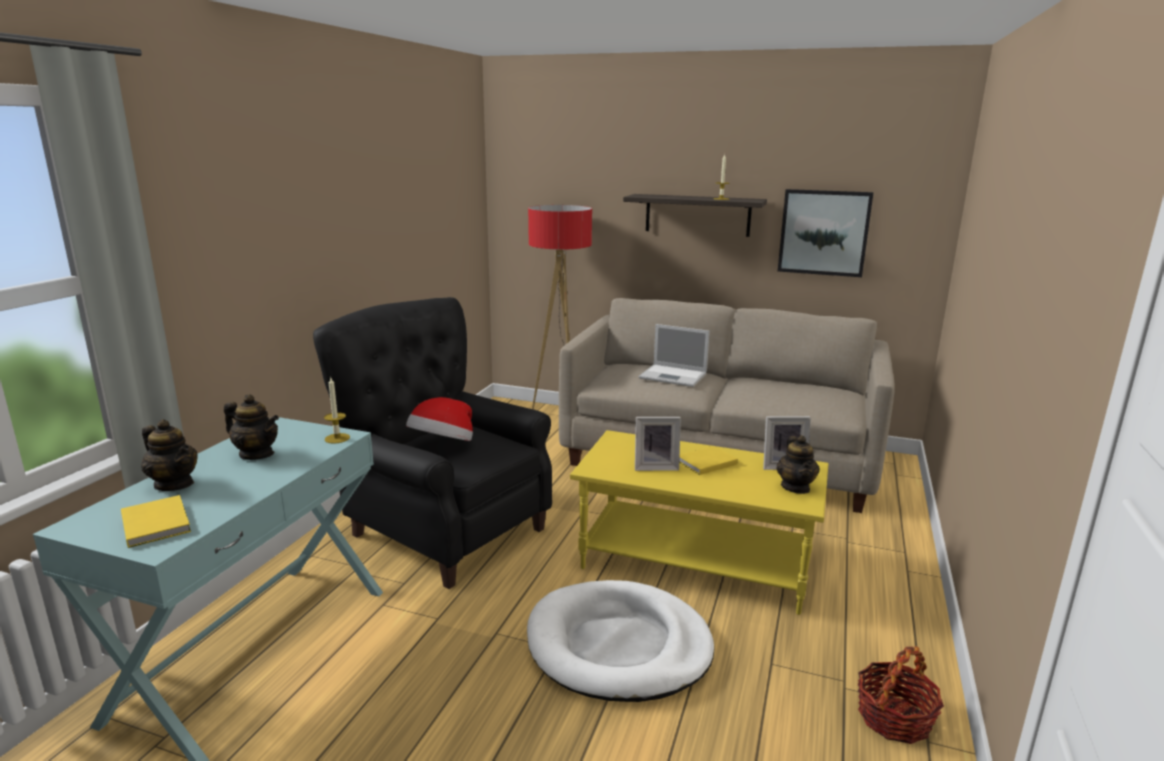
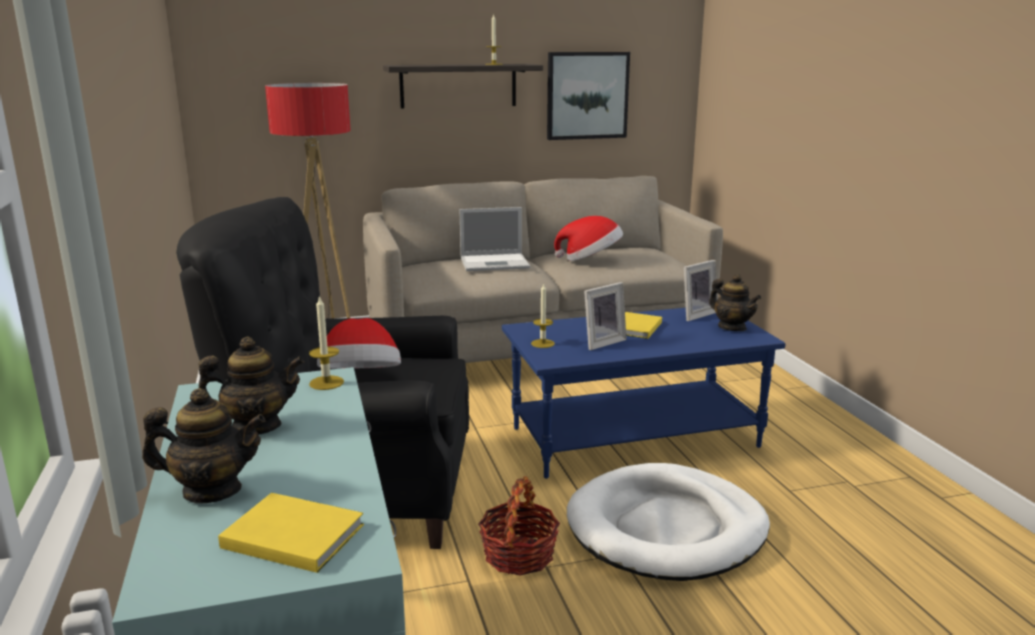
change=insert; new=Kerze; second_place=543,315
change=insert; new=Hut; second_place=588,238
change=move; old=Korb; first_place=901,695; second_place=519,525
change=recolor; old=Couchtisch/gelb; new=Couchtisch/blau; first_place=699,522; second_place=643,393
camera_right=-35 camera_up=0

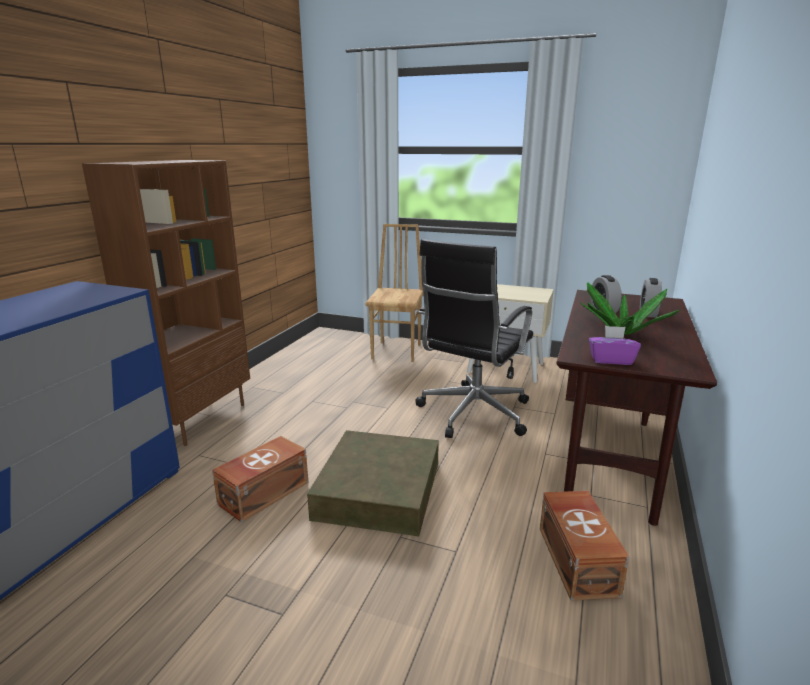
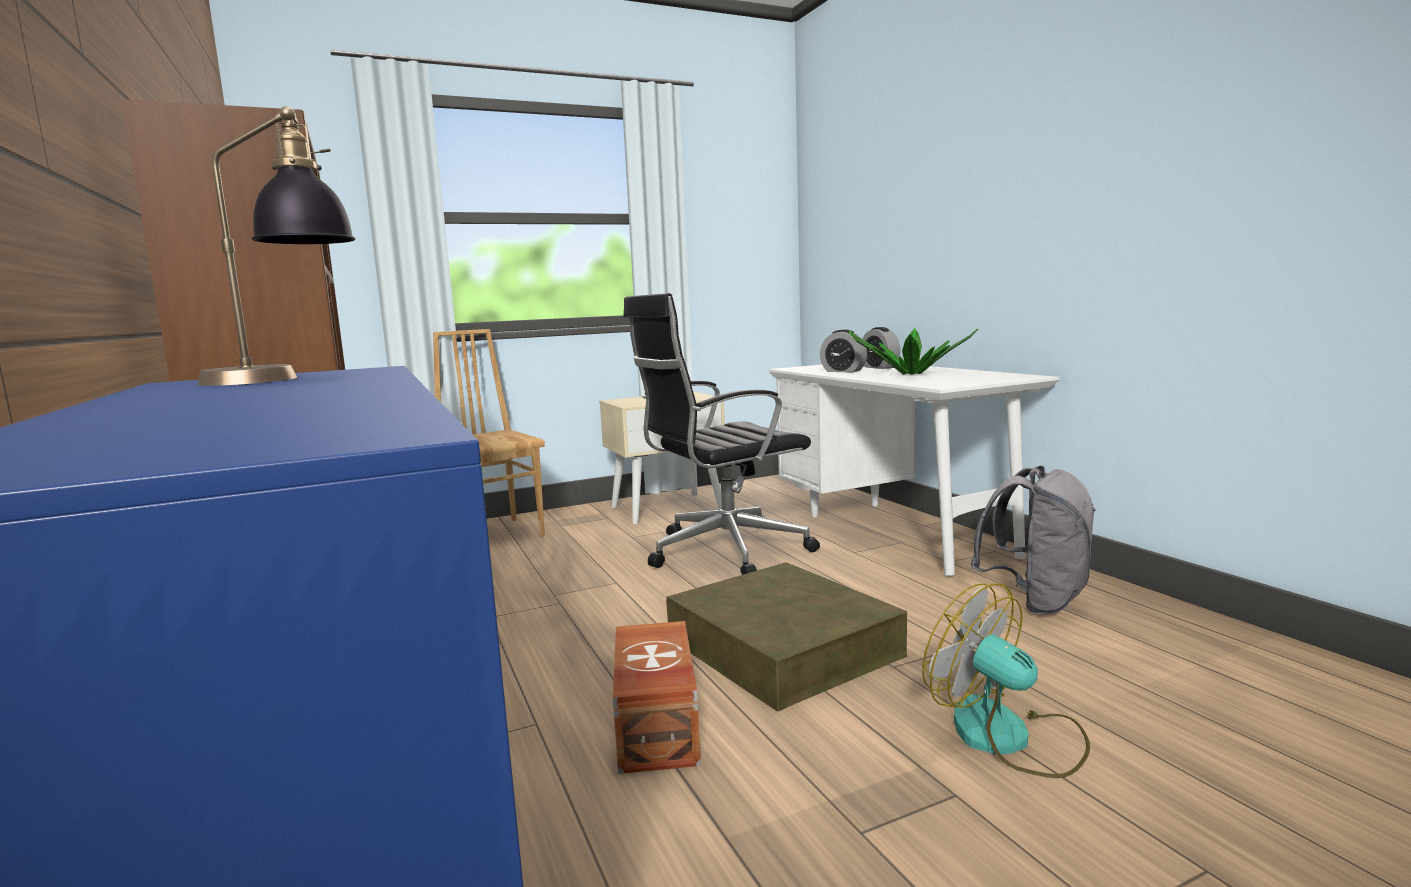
change=delete; old=Taschentuchbox/lila; first_place=615,345
change=insert; new=Tischlampe; second_place=277,246
change=insert; new=Ventilator; second_place=1006,680
change=replace; old=Aufbewahrungsbox/braun; new=Rucksack/grau; first_place=584,545; second_place=1033,539
change=recolor; old=Schreibtisch/braun; new=Schreibtisch/weiß; first_place=636,408; second_place=914,470
change=rotate; old=Bürostuhl/schwarz; first_place=474,338; second_place=721,434; degrees=75
camera_right=-45 camera_up=-10

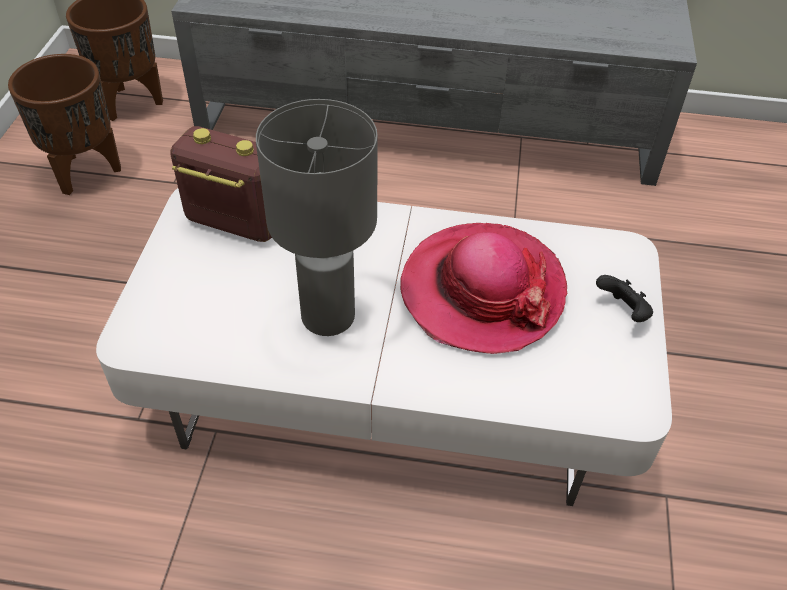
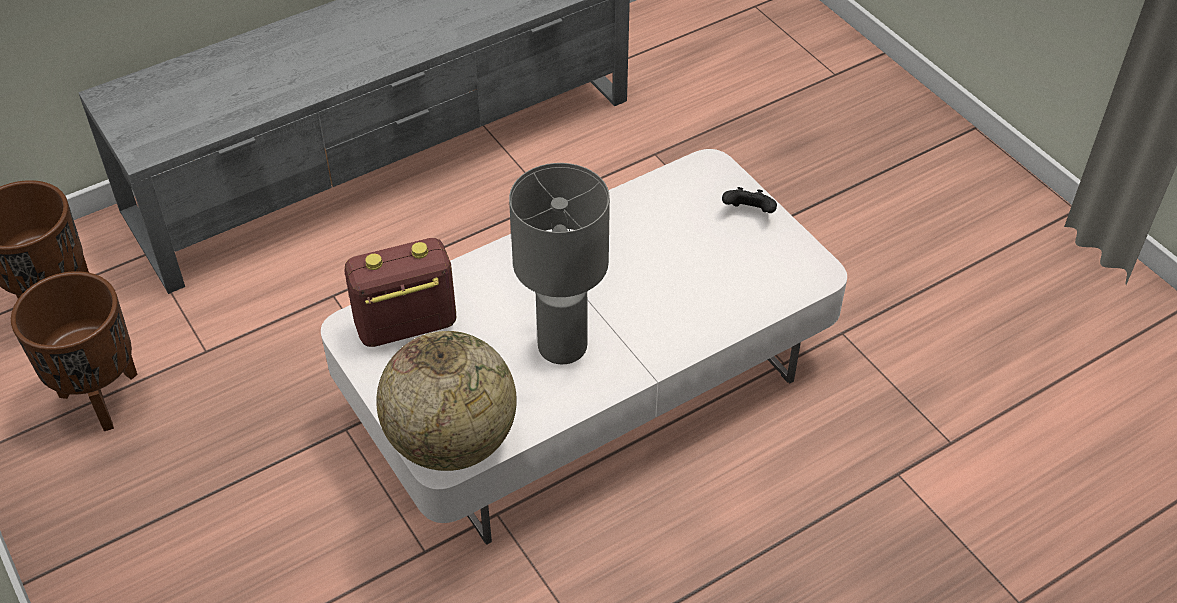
change=delete; old=Hut; first_place=484,288
change=insert; new=Globus; second_place=446,401
camera_right=-40 camera_up=0

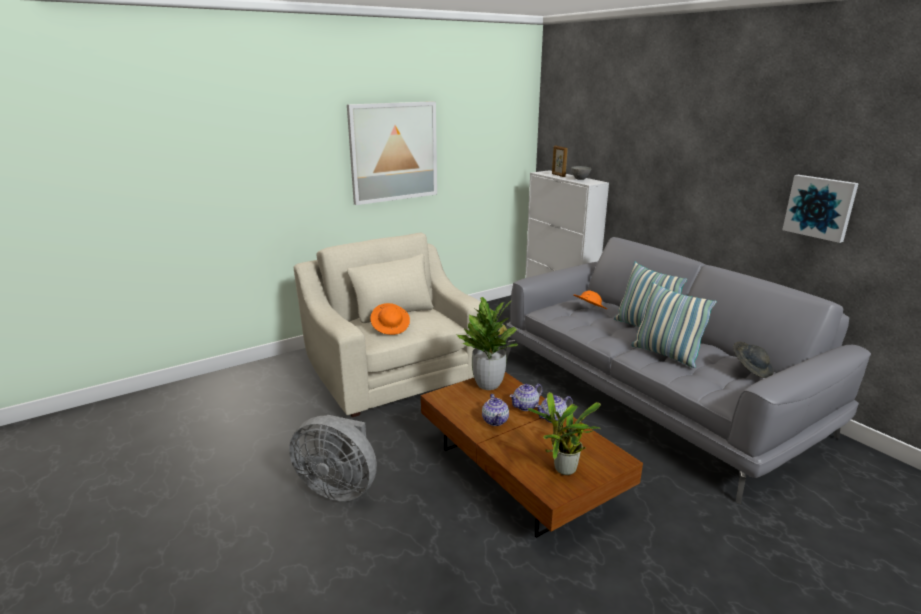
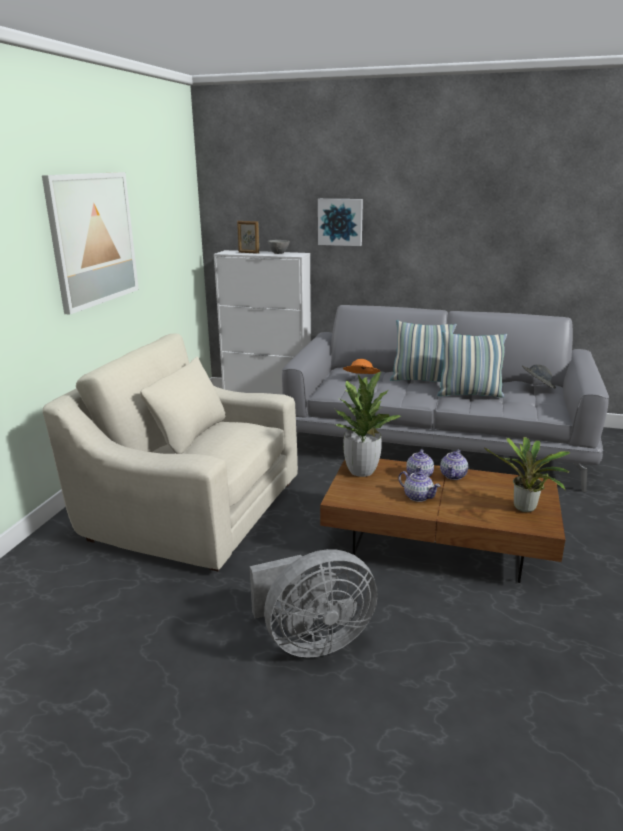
change=delete; old=Hut/orange; first_place=390,319
change=move; old=Bild; first_place=820,209; second_place=340,222
camera_right=-40 camera_up=0

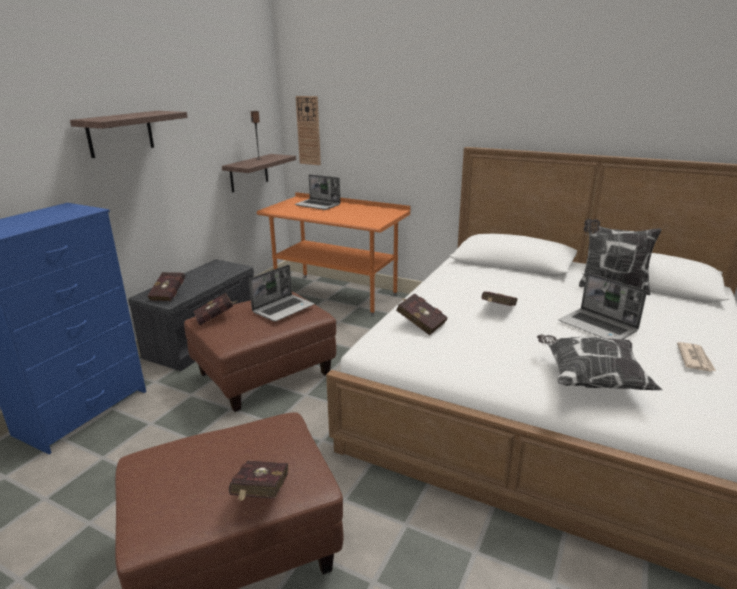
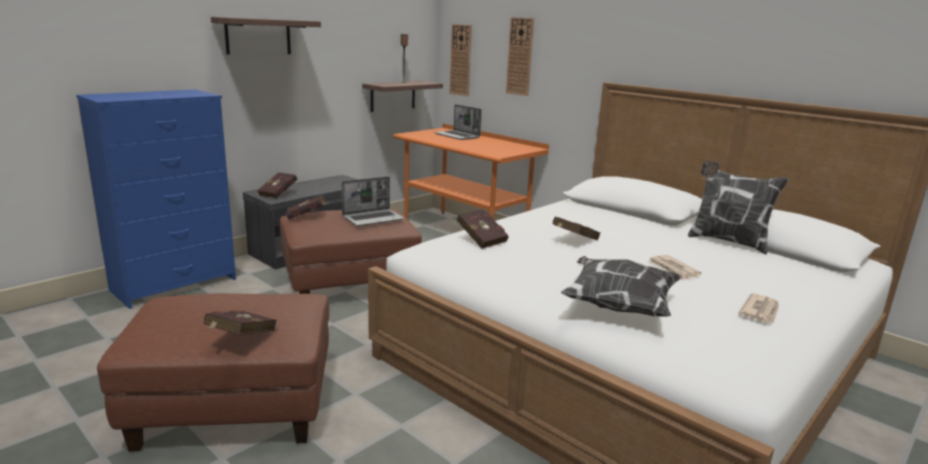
change=insert; new=Wanduhr; second_place=520,56
change=replace; old=Laptop; new=Zeitung; first_place=603,306; second_place=675,268
camera_right=15 camera_up=-5

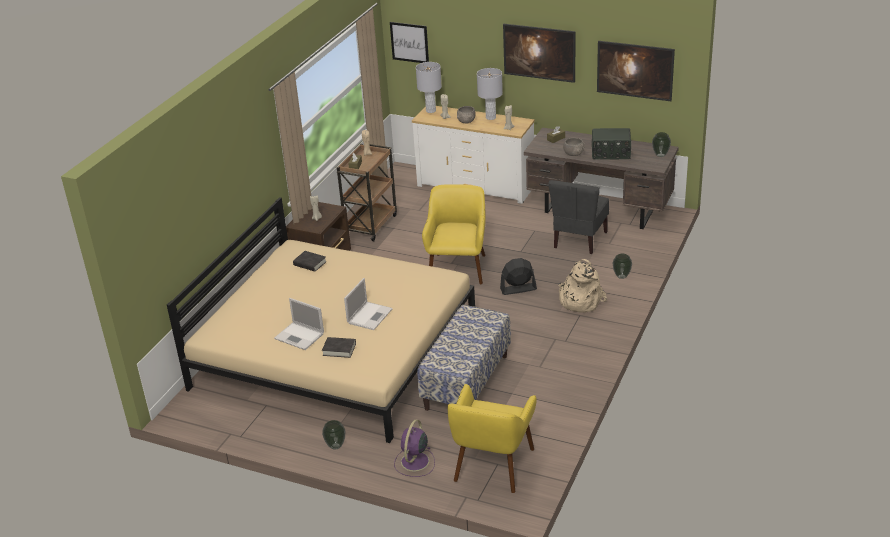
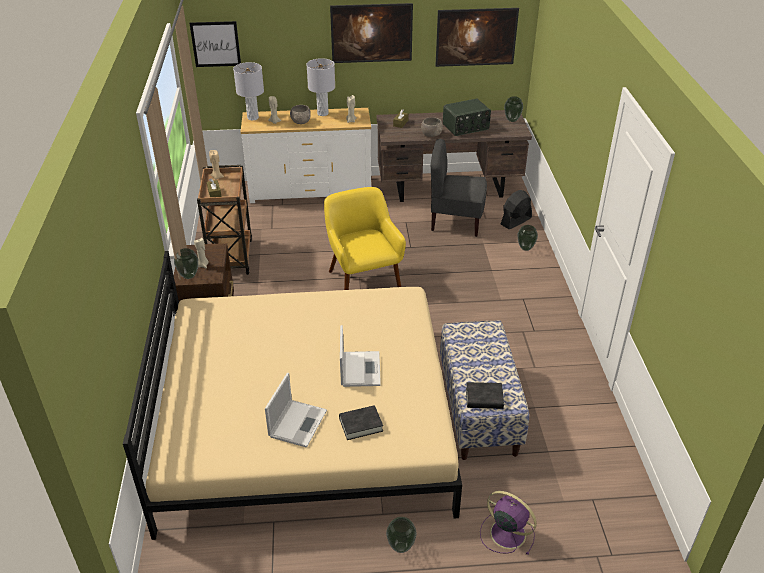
change=delete; old=Sessel/gelb; first_place=492,438
change=delete; old=Rucksack/beige; first_place=582,286
change=insert; new=Vase; second_place=186,263
change=move; old=Buch/schwarz; first_place=310,261; second_place=485,395
change=move; old=Ventilator/schwarz; first_place=518,276; second_place=516,209
change=rotate; old=Laptop; first_place=299,324; second_place=296,410; degrees=-75
change=rotate; old=Ventilator/lila; first_place=414,448; second_place=508,523; degrees=135
change=rotate; old=Stuhl/grau; first_place=578,217; second_place=459,188; degrees=105
camera_right=-30 camera_up=5

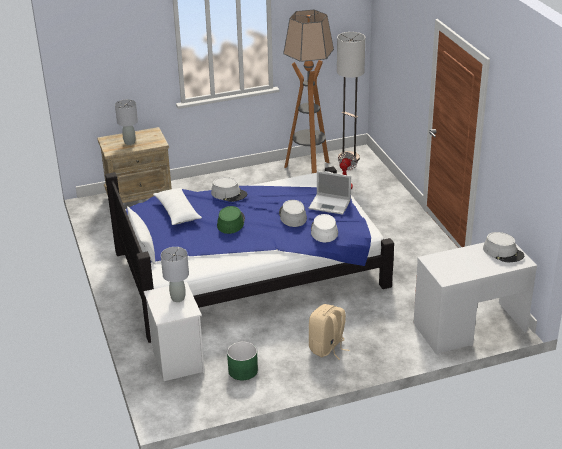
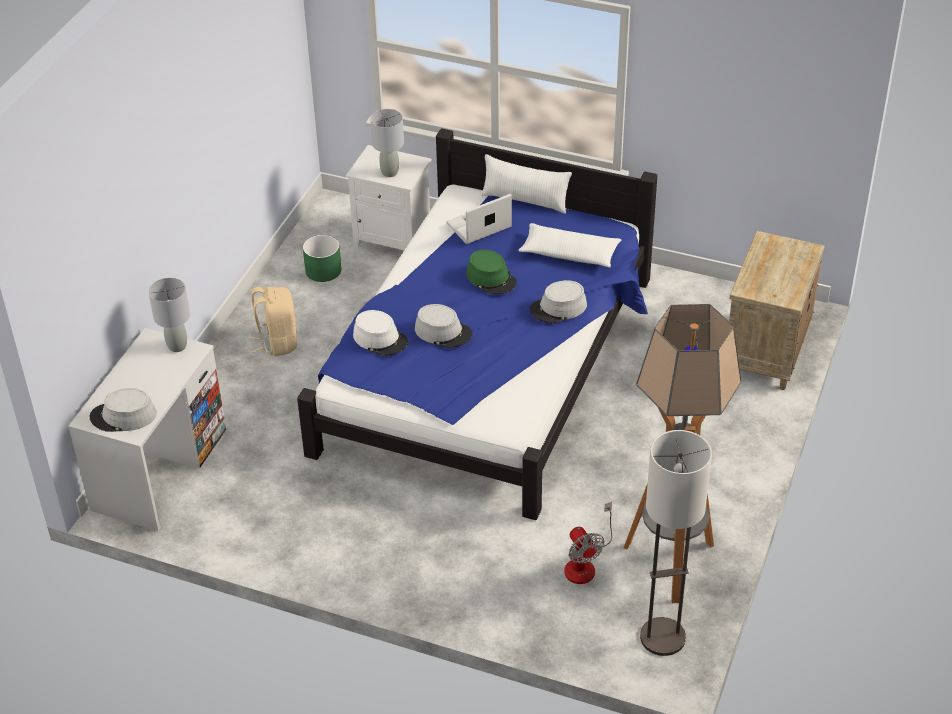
change=move; old=Tischlampe/grau; first_place=126,122; second_place=169,315
change=move; old=Laptop; first_place=330,193; second_place=479,219
camera_right=130 camera_up=10

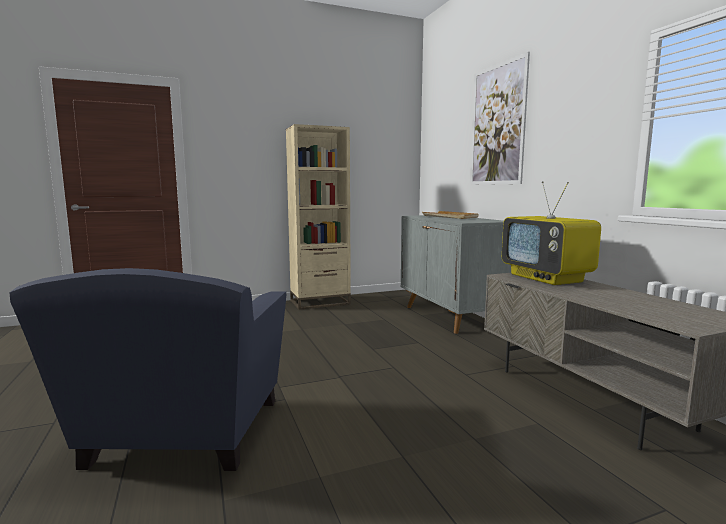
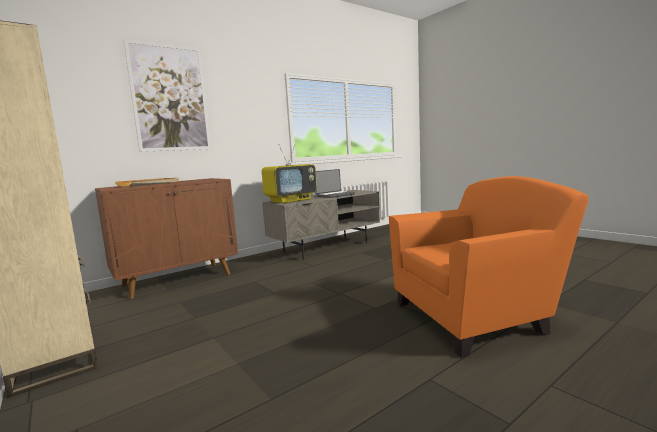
change=insert; new=Laptop; second_place=335,183
change=recolor; old=Sessel/blau; new=Sessel/orange; first_place=147,369; second_place=488,267
change=recolor; old=Schrank/grau; new=Schrank/braun; first_place=456,274; second_place=166,238
camera_right=-105 camera_up=0

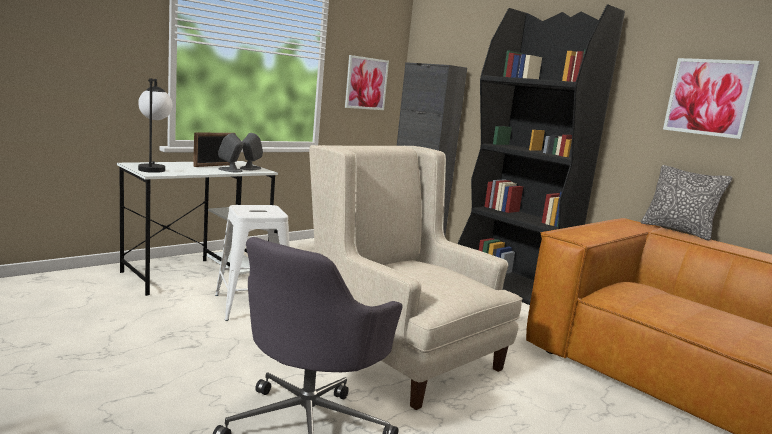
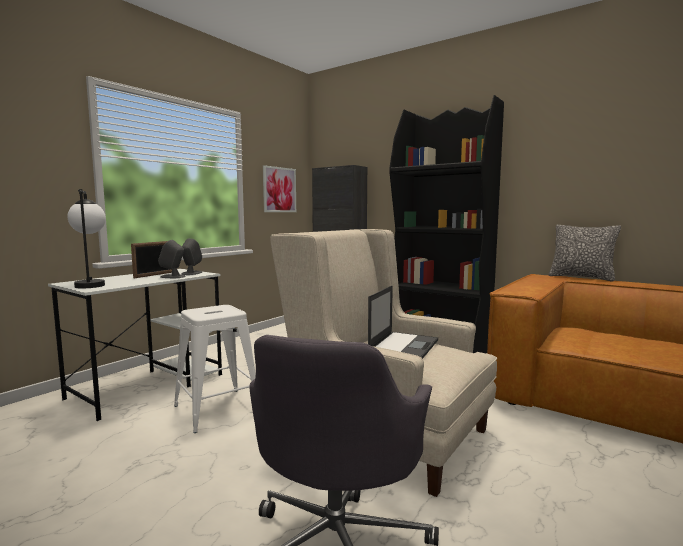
change=delete; old=Bild; first_place=711,98
change=insert; new=Laptop; second_place=403,322
camera_right=-10 camera_up=-5

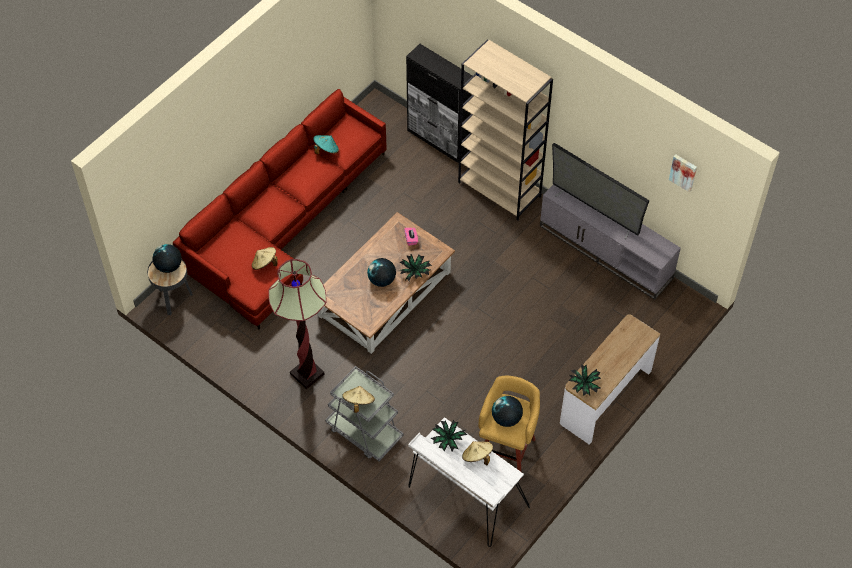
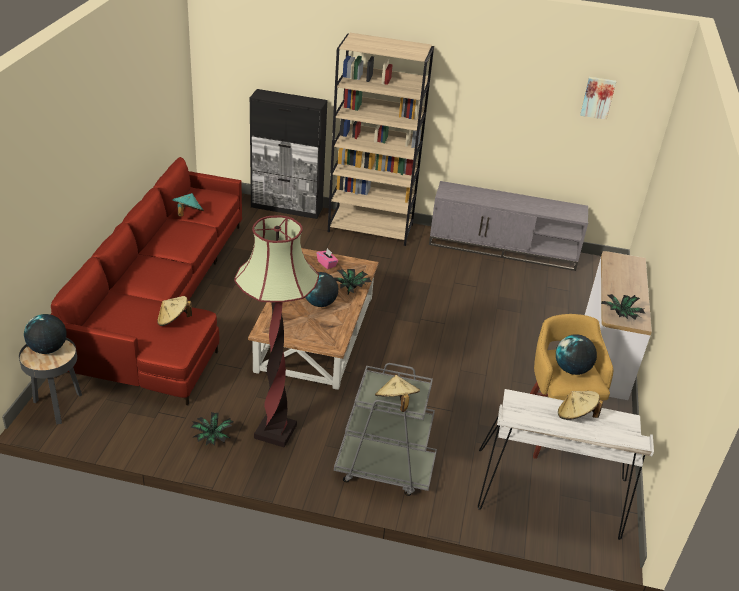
change=delete; old=Fernseher; first_place=600,191
change=move; old=Topfpflanze; first_place=449,435; second_place=212,428
camera_right=-30 camera_up=-20

